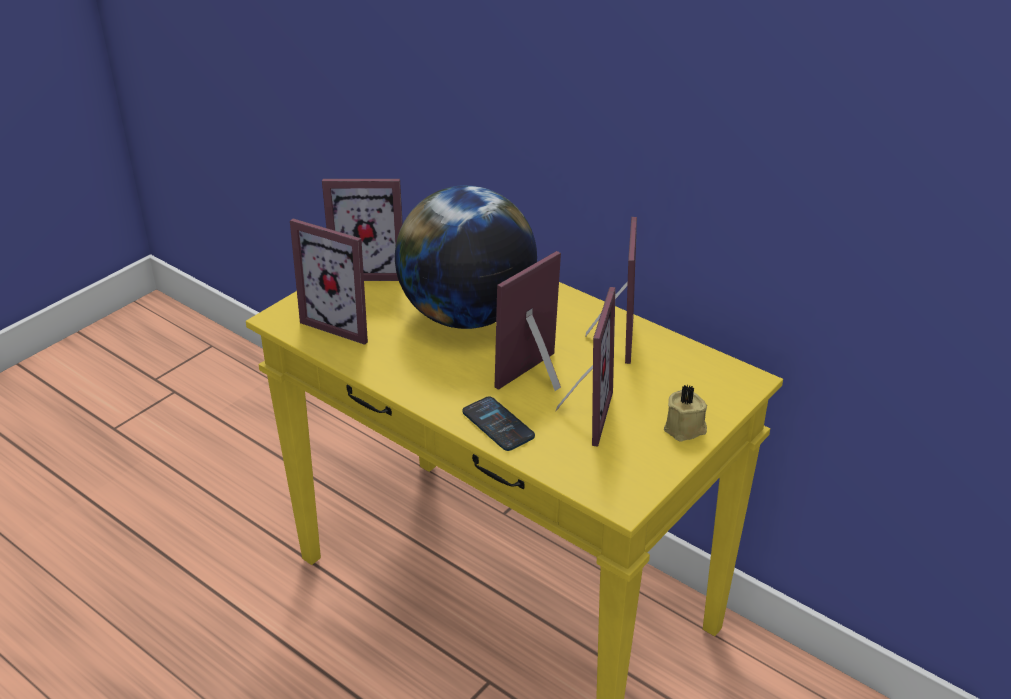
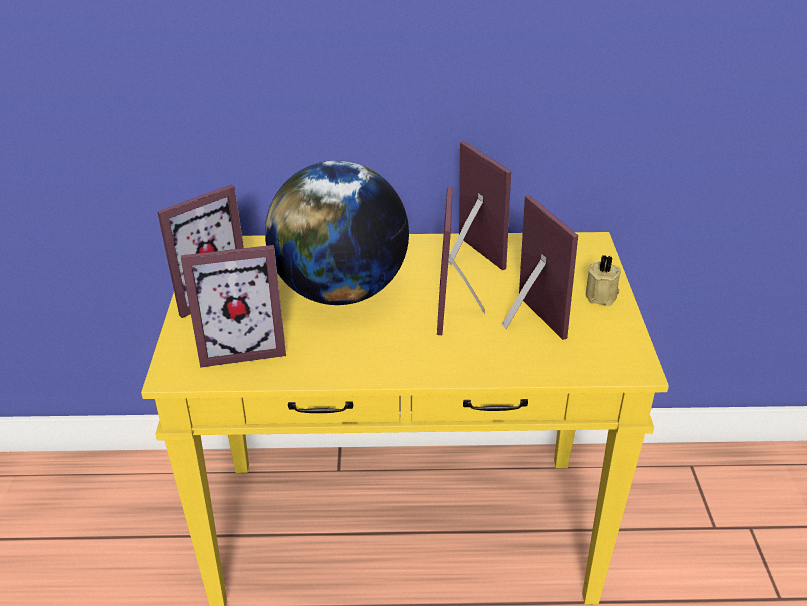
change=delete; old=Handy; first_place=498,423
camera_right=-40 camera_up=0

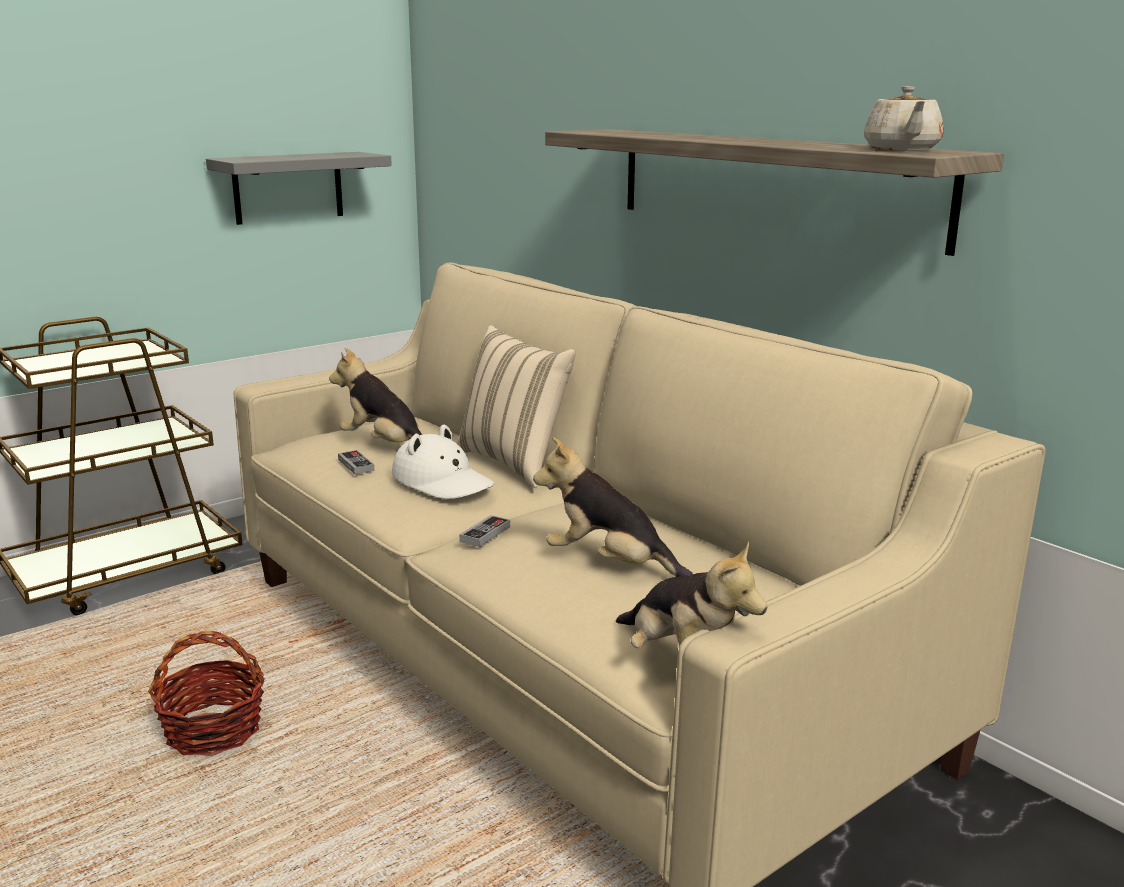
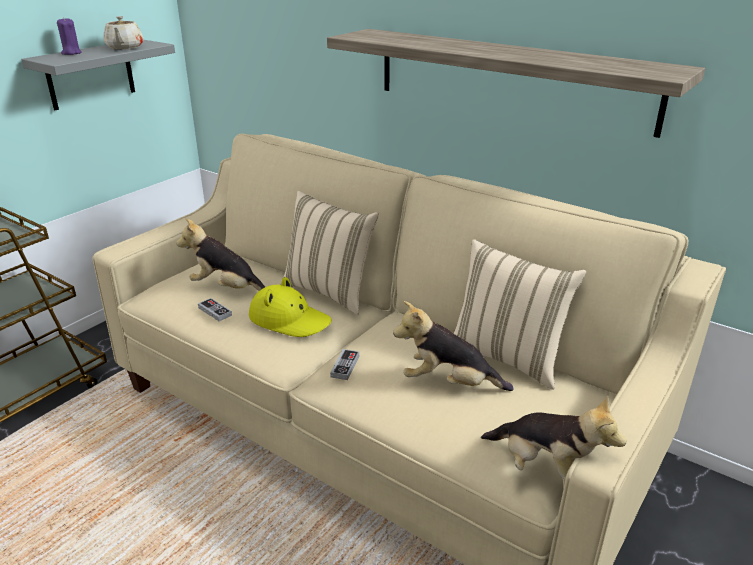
change=delete; old=Korb; first_place=206,693
change=insert; new=Kerze/lila; second_place=69,36
change=insert; new=Kissen/beige; second_place=520,314
change=move; old=Teekanne/beige; first_place=904,118; second_place=123,33
change=recolor; old=Hut/weiß; new=Hut/gelb; first_place=443,462; second_place=290,307
camera_right=-15 camera_up=10

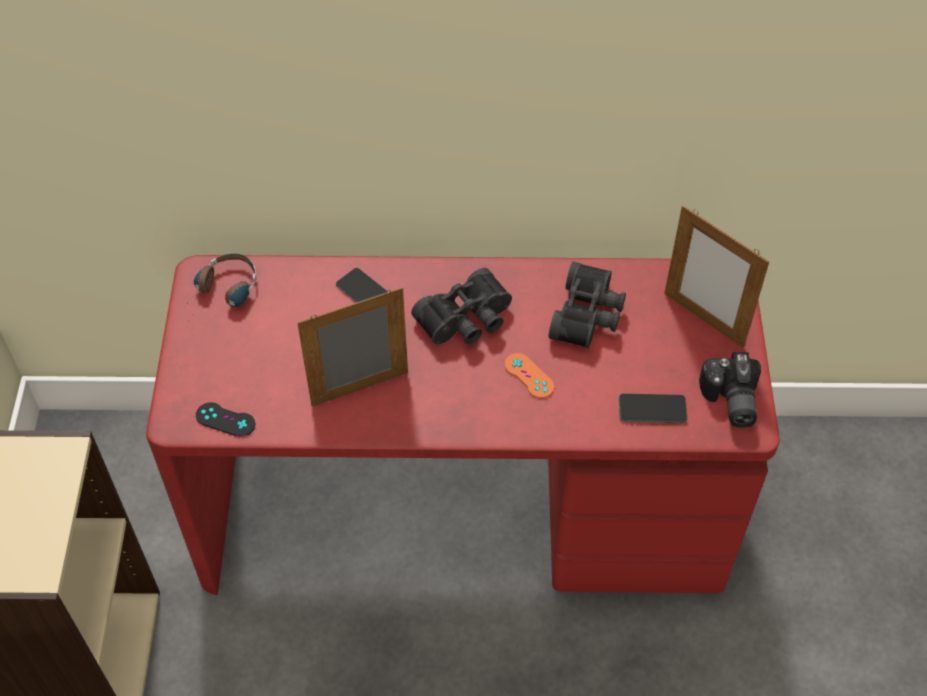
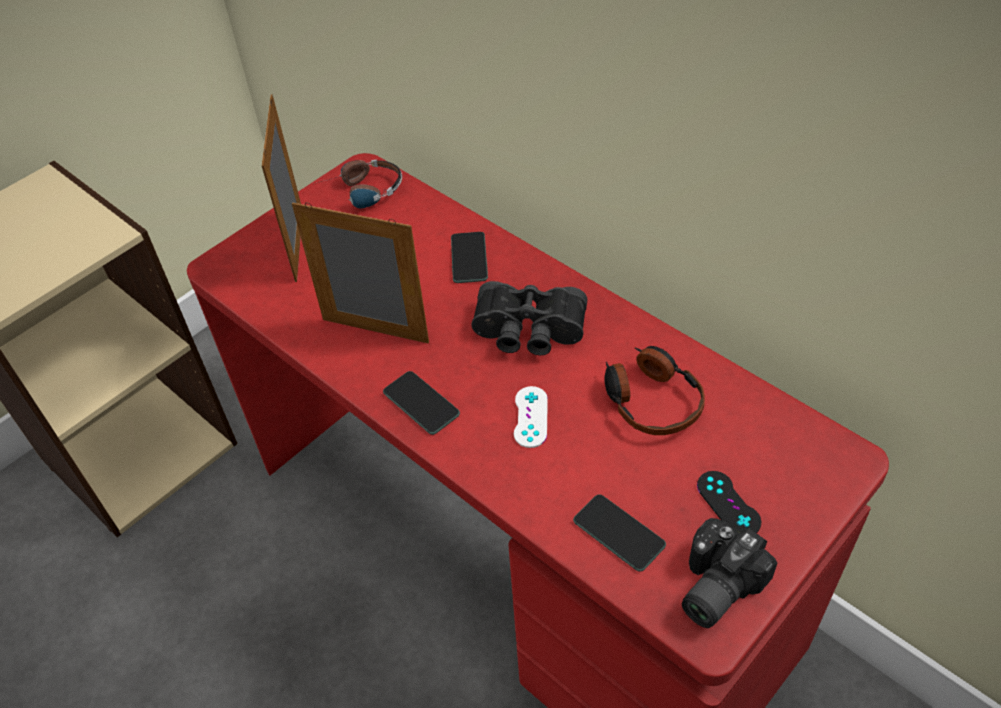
change=insert; new=Handy; second_place=421,403
change=move; old=Gamepad/schwarz; first_place=225,419; second_place=729,502
change=move; old=Bilderrahmen; first_place=716,277; second_place=281,188
change=replace; old=Fernglas/schwarz; new=Kopfhörer; first_place=587,305; second_place=654,390
change=recolor; old=Gamepad/orange; new=Gamepad/weiß; first_place=529,375; second_place=531,417
camera_right=45 camera_up=-5

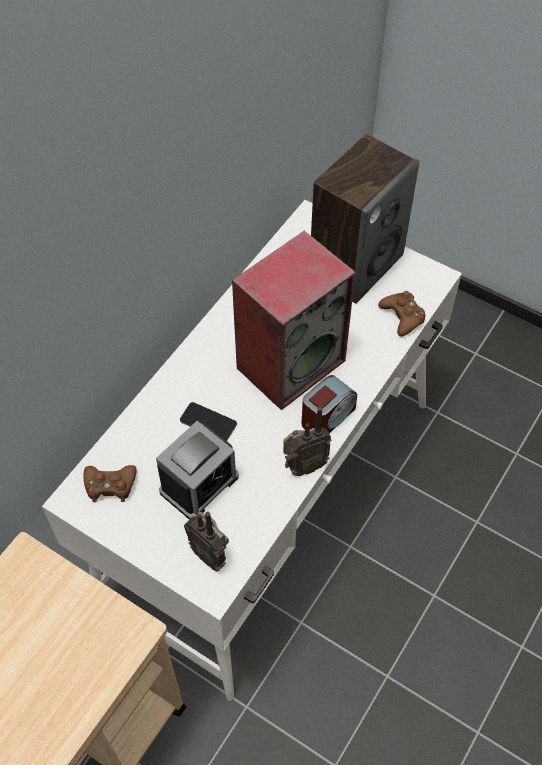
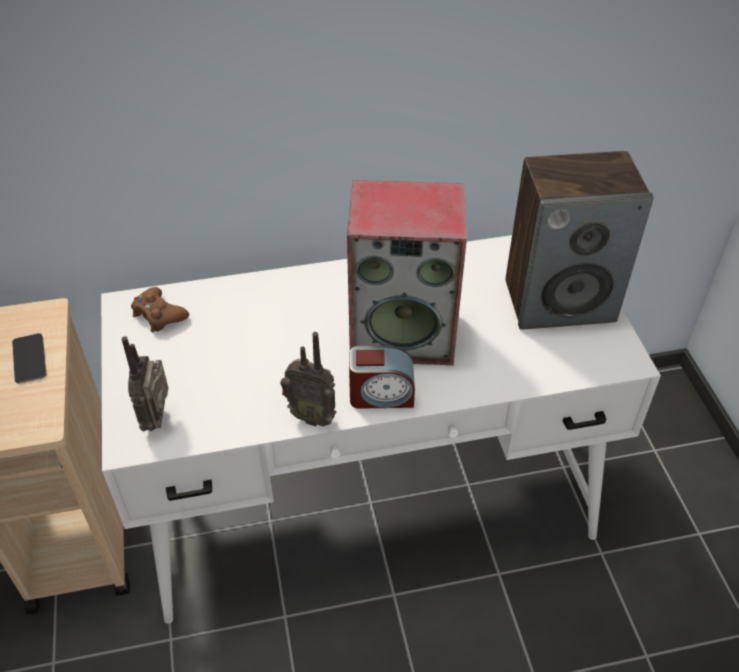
change=delete; old=Wecker; first_place=197,470
change=delete; old=Gamepad/braun; first_place=401,314
change=move; old=Handy; first_place=208,421; second_place=29,358
camera_right=45 camera_up=-10

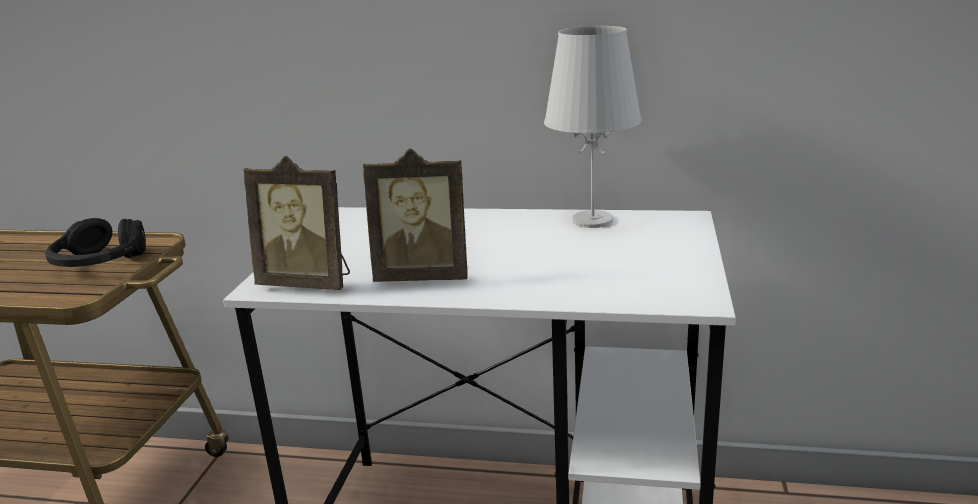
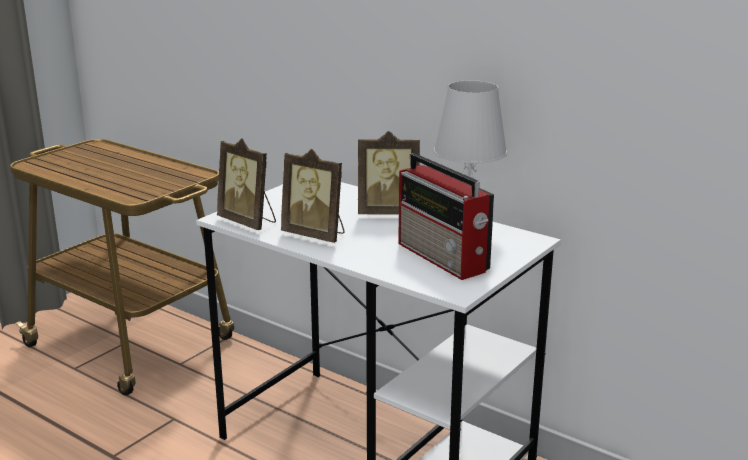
change=delete; old=Kopfhörer/schwarz; first_place=95,242
change=insert; new=Bilderrahmen; second_place=389,173
change=insert; new=Radio; second_place=446,216
camera_right=25 camera_up=0

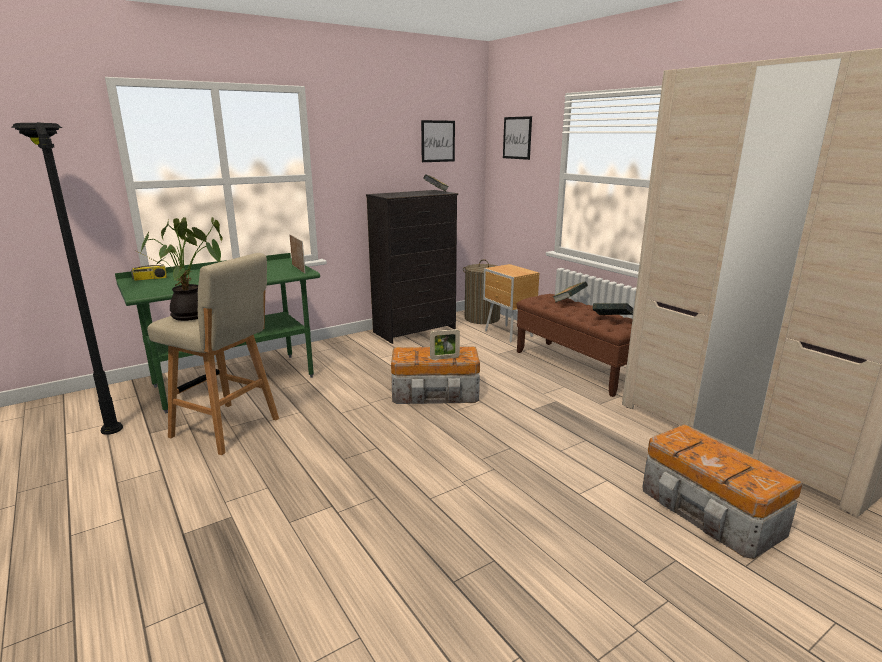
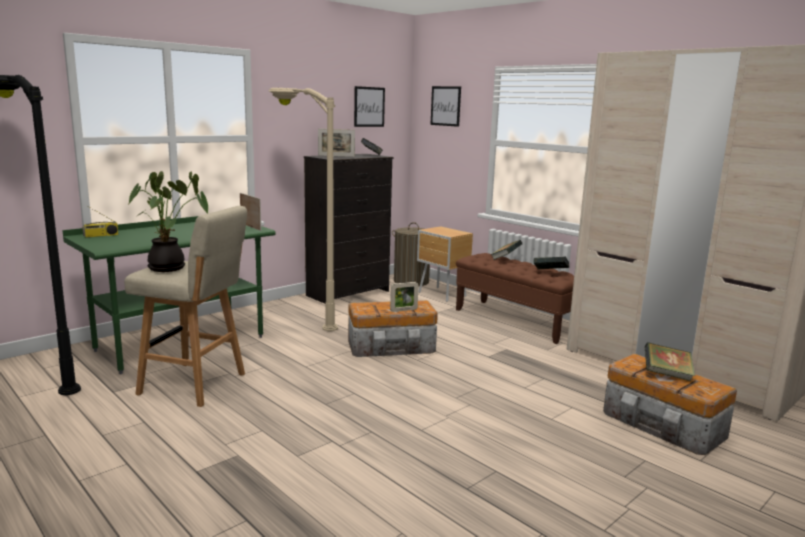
change=insert; new=Stehlampe/beige; second_place=303,209
change=insert; new=Bilderrahmen; second_place=336,142
change=insert; new=Buch; second_place=670,361
camera_right=-10 camera_up=-5

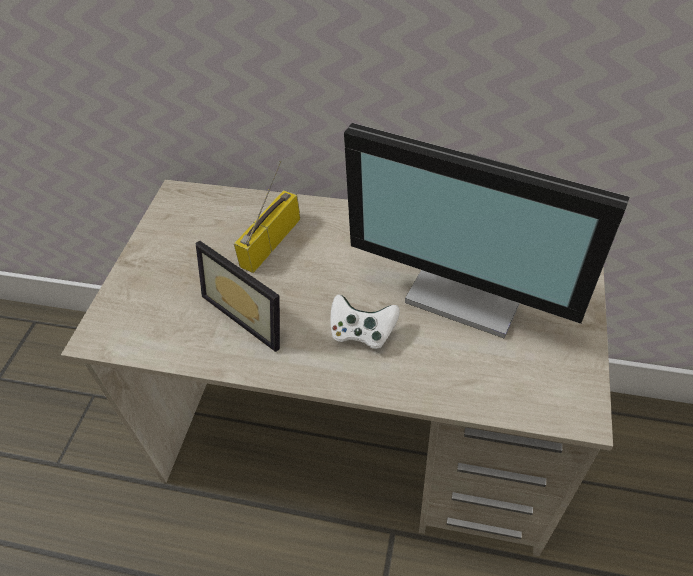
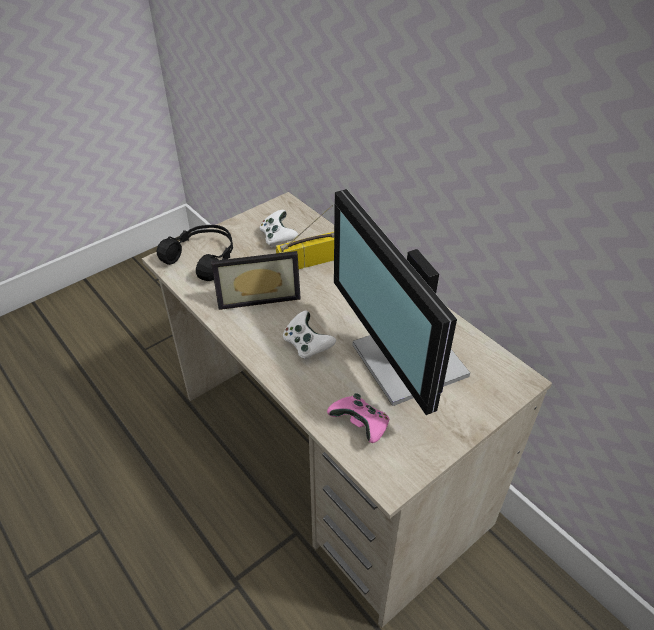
change=insert; new=Kopfhörer/schwarz; second_place=195,253
change=insert; new=Gamepad/weiß; second_place=279,229
change=insert; new=Gamepad/rosa; second_place=358,418
change=rotate; old=Bilderrahmen; first_place=238,296; second_place=256,280; degrees=-90
camera_right=35 camera_up=-5

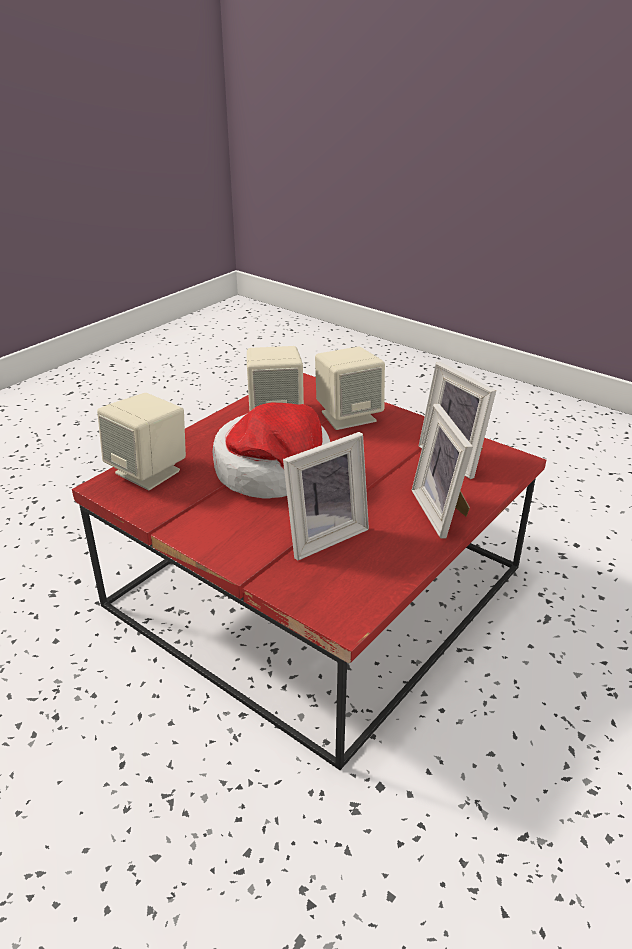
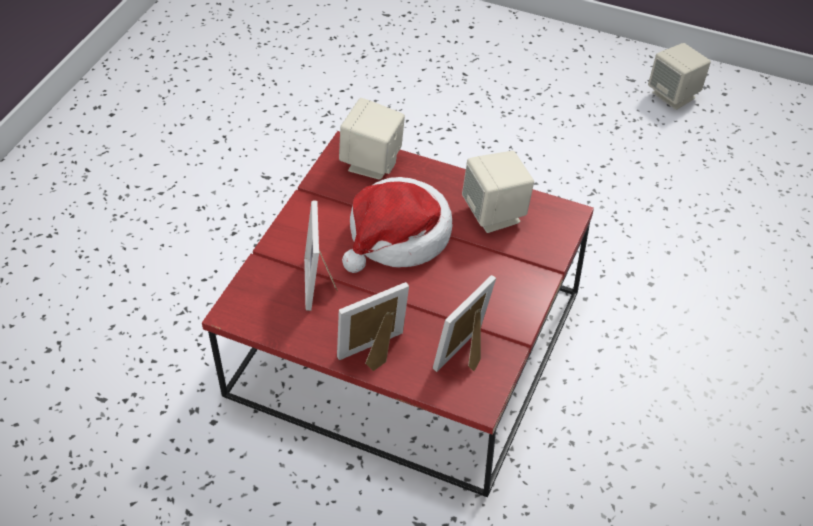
change=move; old=Lautsprecher/beige; first_place=350,388; second_place=679,76
change=rotate; old=Bilderrahmen; first_place=326,496; second_place=321,256; degrees=45
camera_right=75 camera_up=15

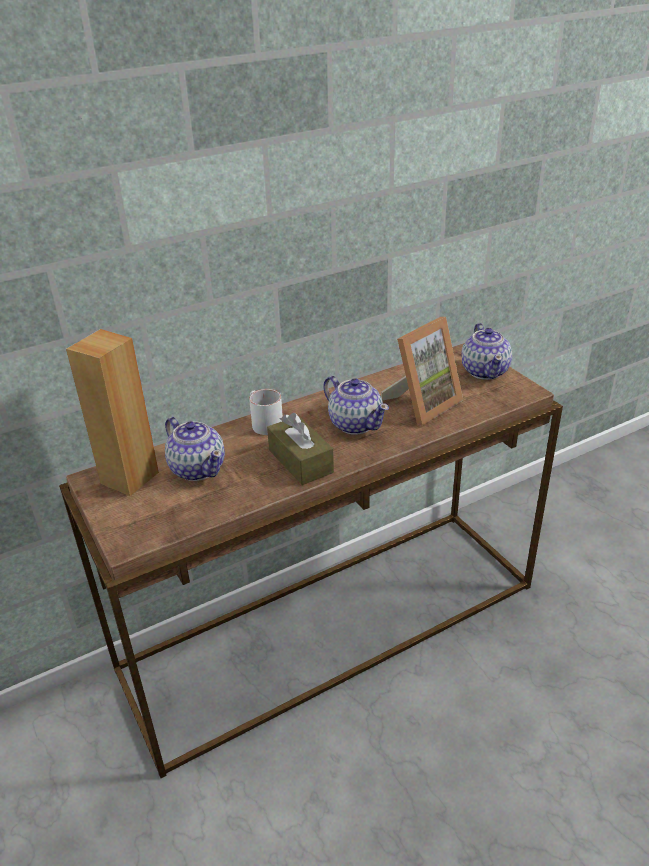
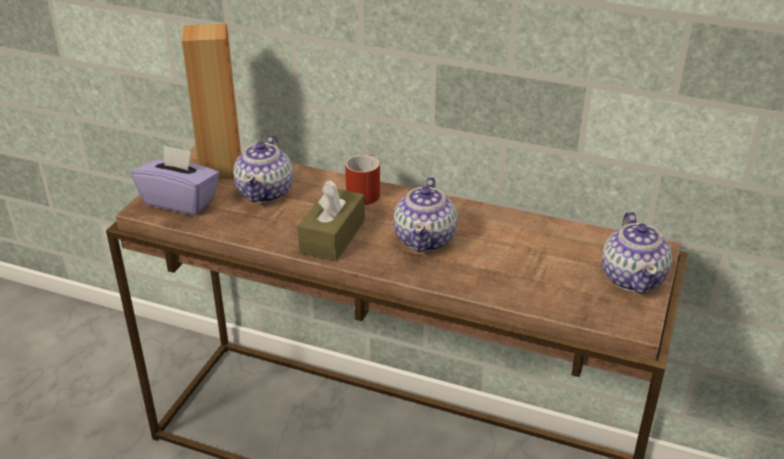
change=delete; old=Bilderrahmen; first_place=422,371
change=insert; new=Taschentuchbox/lila; second_place=175,180
change=recolor; old=Henkelbecher/weiß; new=Henkelbecher/rot; first_place=266,412; second_place=362,180
change=rotate; old=Teekanne; first_place=486,351; second_place=637,253; degrees=-45
camera_right=50 camera_up=0

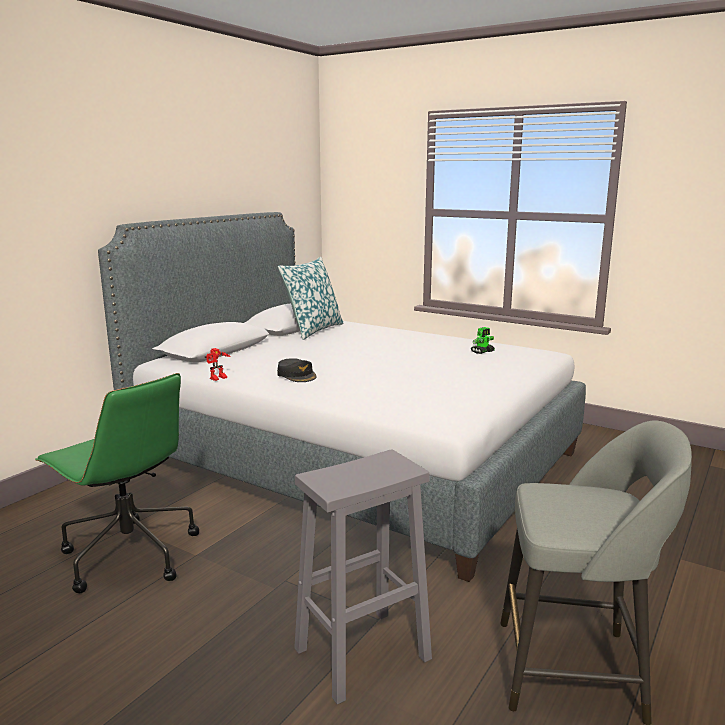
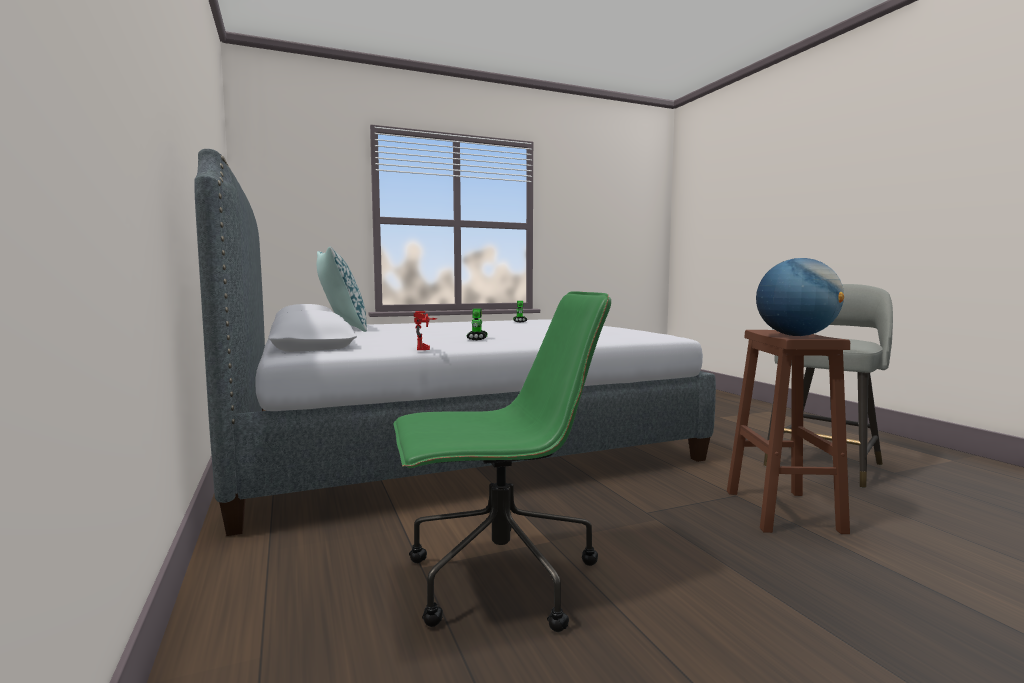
change=insert; new=Globus; second_place=800,297
change=replace; old=Kappe/schwarz; new=Spielzeugroboter; first_place=297,370; second_place=477,324
change=recolor; old=Hocker/grau; new=Hocker/braun; first_place=363,577; second_place=788,432
camera_right=-55 camera_up=-10

